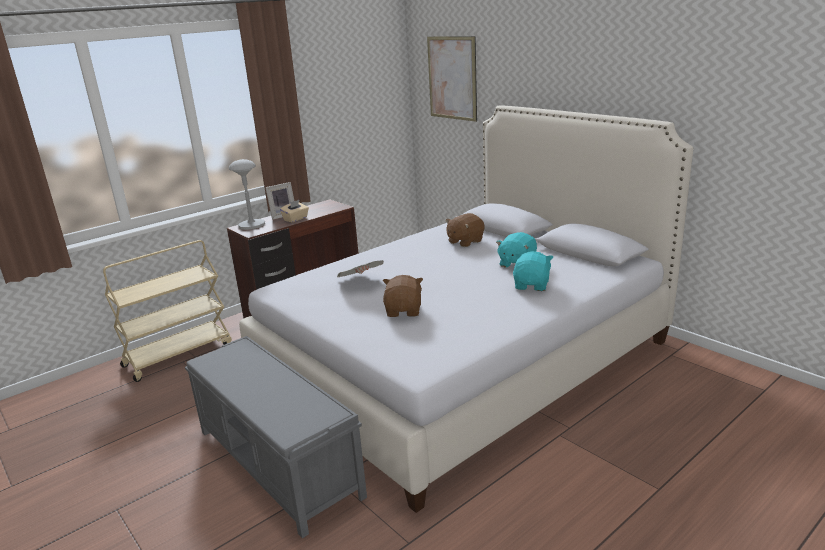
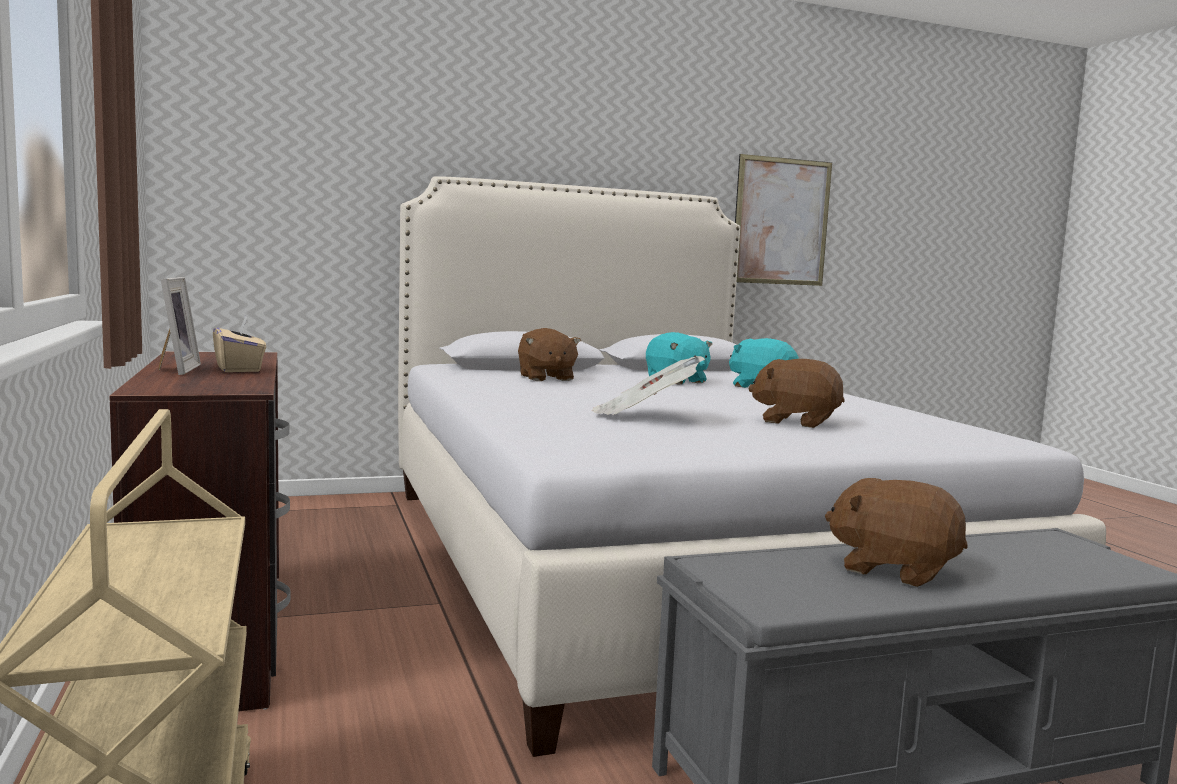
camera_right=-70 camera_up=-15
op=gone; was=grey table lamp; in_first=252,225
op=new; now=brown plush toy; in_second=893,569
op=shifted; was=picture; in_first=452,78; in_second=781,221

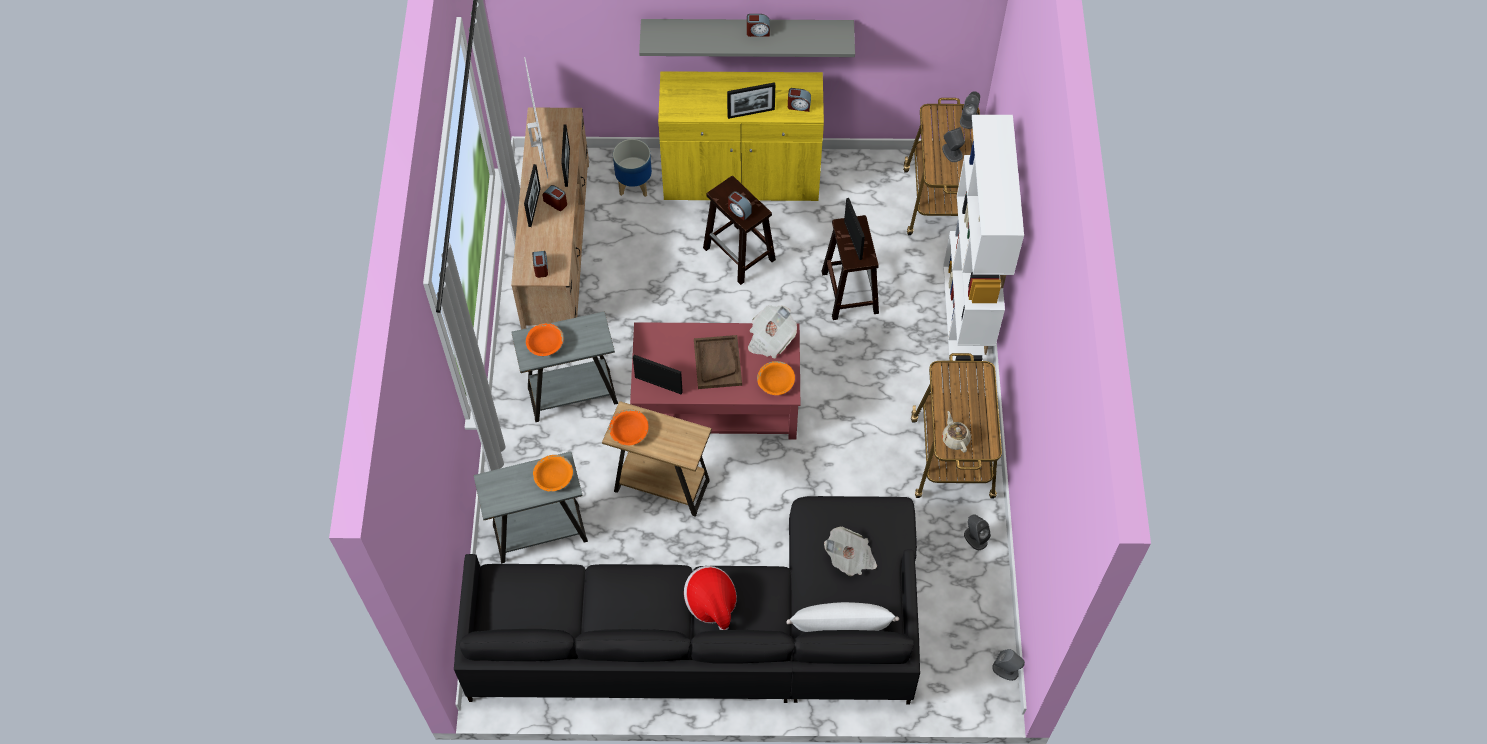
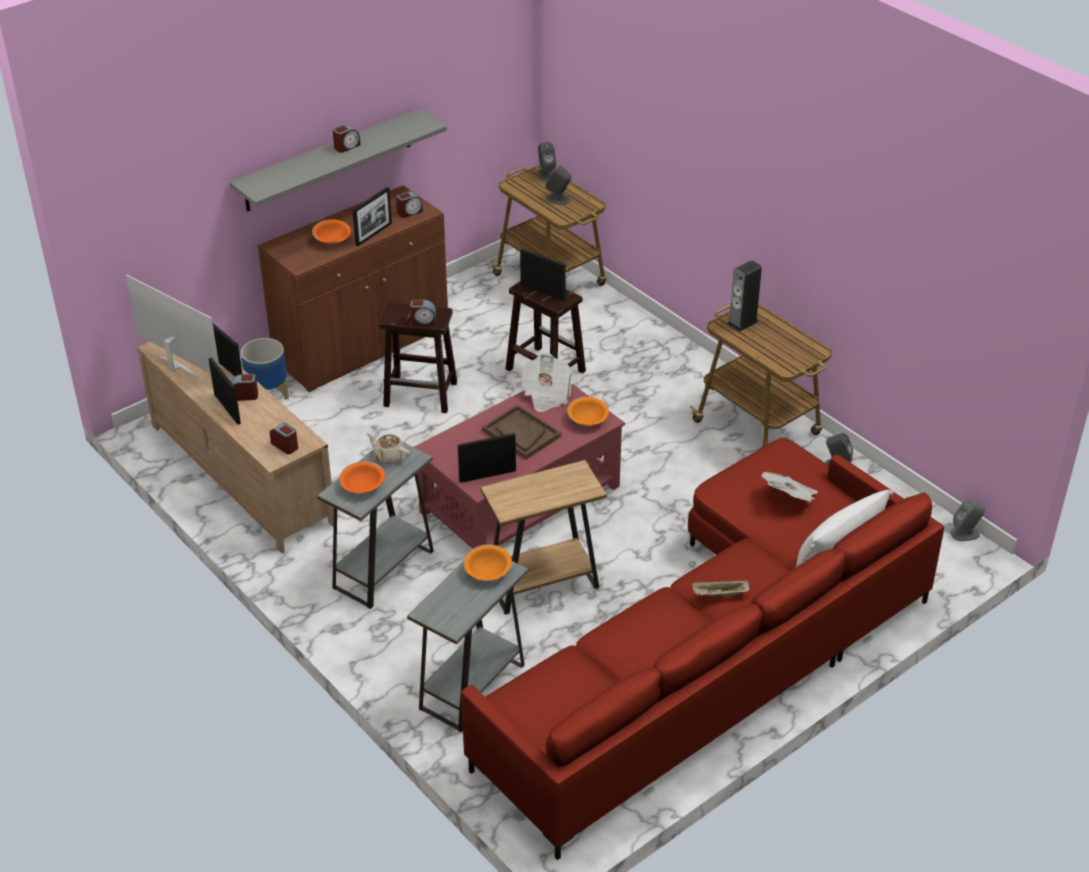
camera_right=-40 camera_up=-20
op=gone; was=white bookcase; in_first=965,320
op=new; now=speaker; in_second=742,322
op=shifted; was=orange bowl; in_first=629,432; in_second=332,240
op=shifted; was=beige teapot; in_first=955,438; in_second=389,456
op=swapped; was=hat; now=beige tray; in_first=711,603; in_second=719,595
op=repainted; was=black sofa; now=red sofa; in_first=715,632; in_second=716,657
op=repainted; was=yellow cabinet; now=brown cabinet; in_first=741,178; in_second=362,345

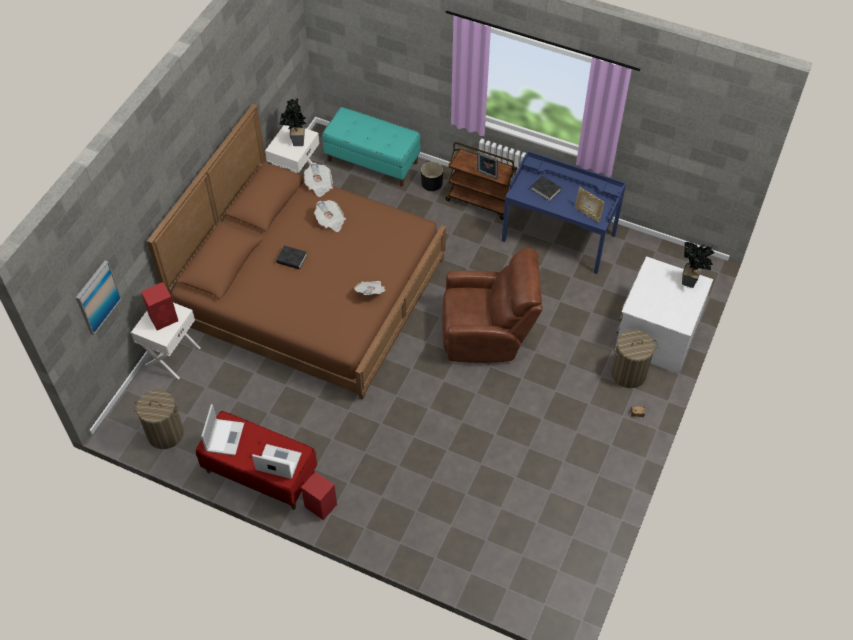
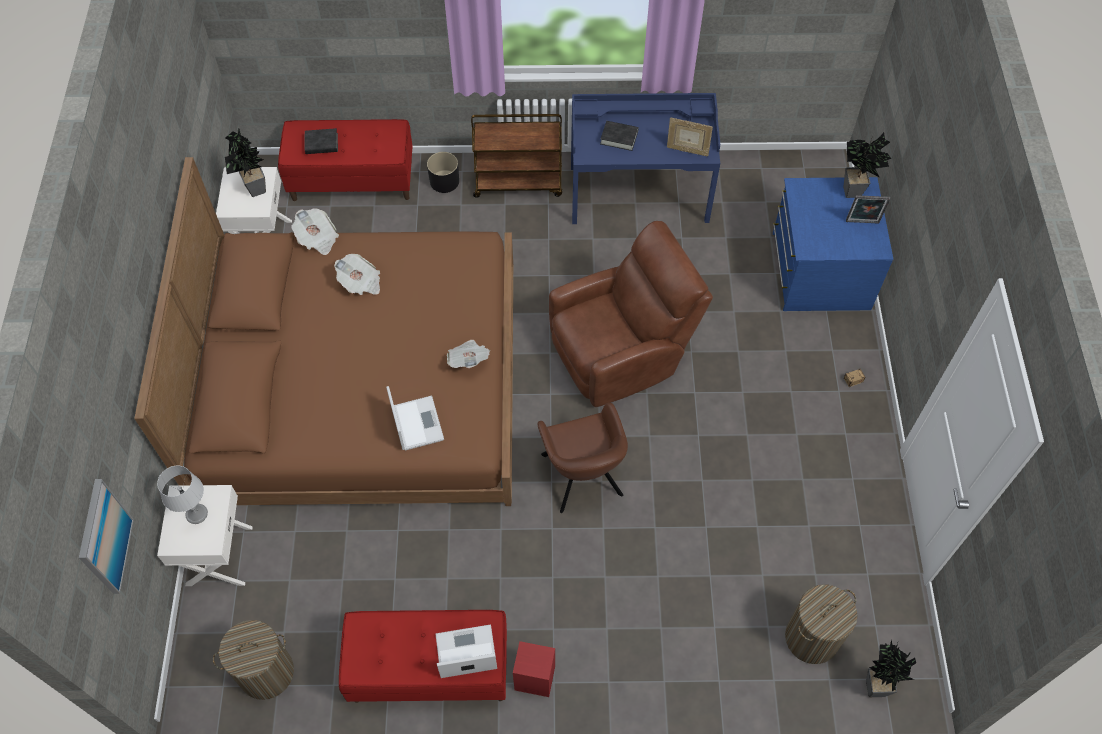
camera_right=-25 camera_up=5
op=new; now=brown armchair; in_second=583,478
op=new; now=potted plant; in_second=877,684
op=shifted; was=laptop; in_first=225,436; in_second=416,422
op=shifted; was=black book; in_first=291,259; in_second=321,144
op=shifted; was=picture frame; in_first=486,175; in_second=862,223
op=shifted; was=laundry basket; in_first=628,373; in_second=811,638
op=swapped; was=red speaker; now=grey table lamp; in_first=164,318; in_second=196,514
op=repainted; was=turquoise bench; now=red bench; in_first=373,161; in_second=352,180
op=repainted; was=white dresser; now=blue dresser; in_first=656,334; in_second=818,270

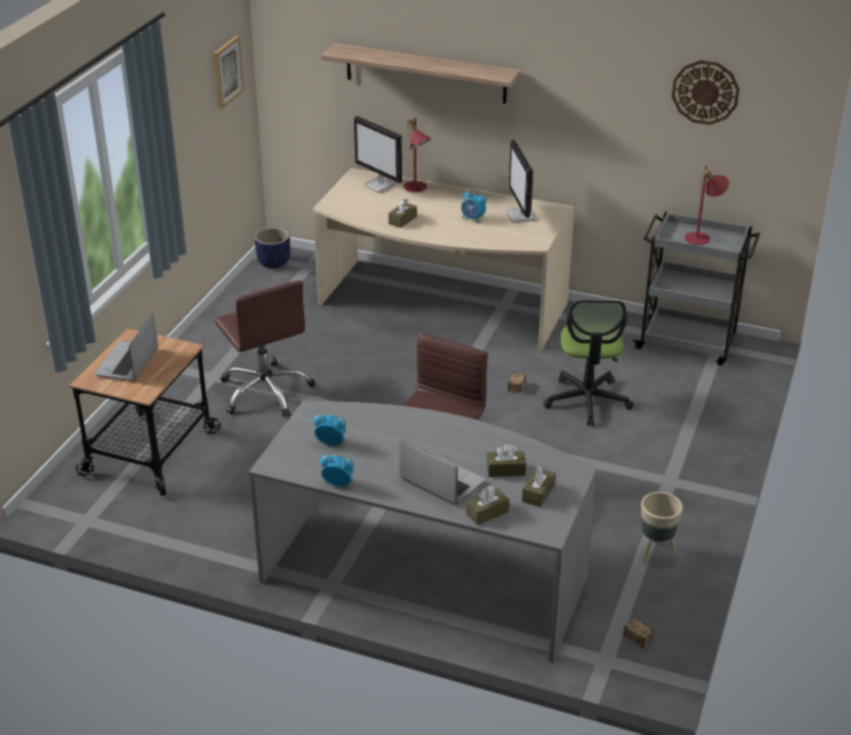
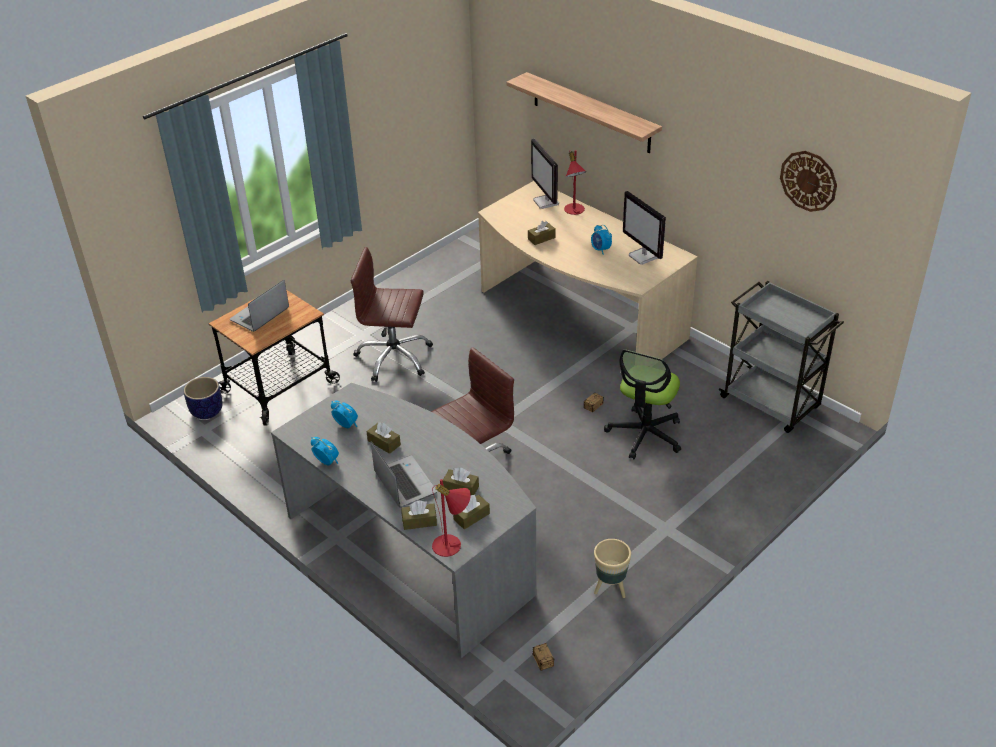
camera_right=25 camera_up=5
op=gone; was=picture; in_first=226,71
op=new; now=brown tissue box; in_second=384,443
op=shifted; was=planter; in_first=273,263; in_second=206,411
op=shifted; was=red table lamp; in_first=702,238; in_second=452,546
op=rotated; was=brown office chair; in_first=266,391; in_second=394,358; clockwise=105
op=rotated; was=monitor; in_first=521,216; in_second=643,256; clockwise=-45

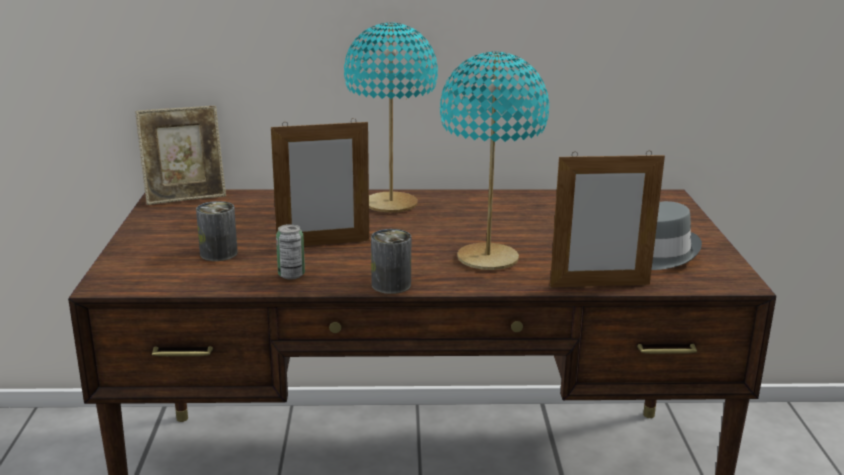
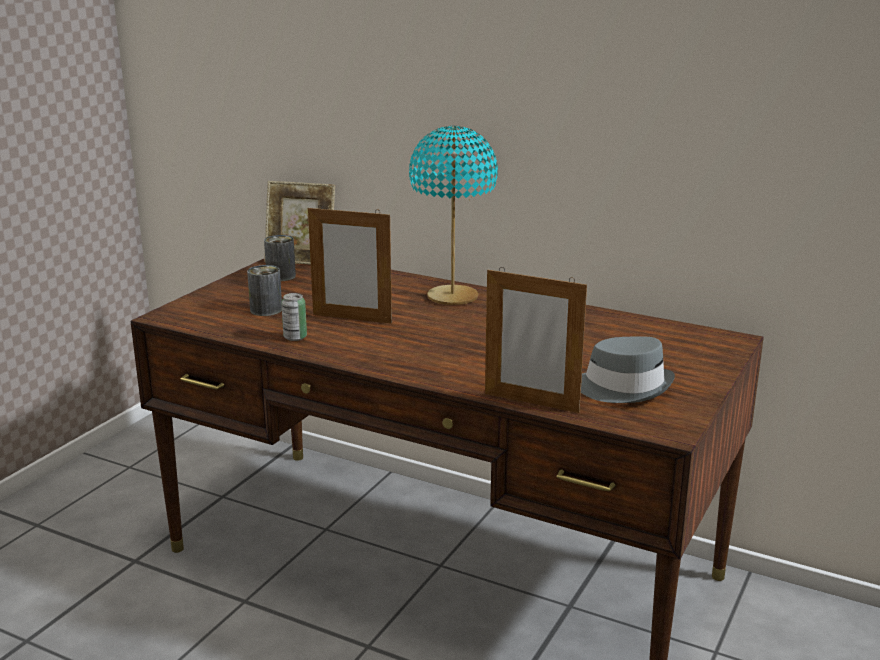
camera_right=30 camera_up=0
op=gone; was=turquoise table lamp; in_first=488,259
op=shifted; was=can; in_first=391,285; in_second=281,276

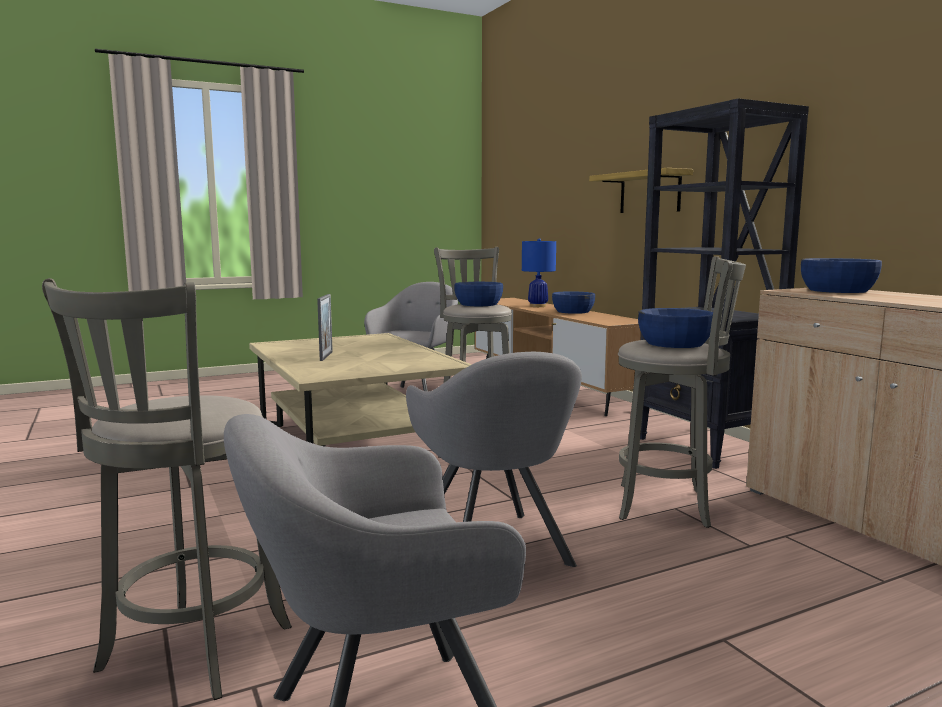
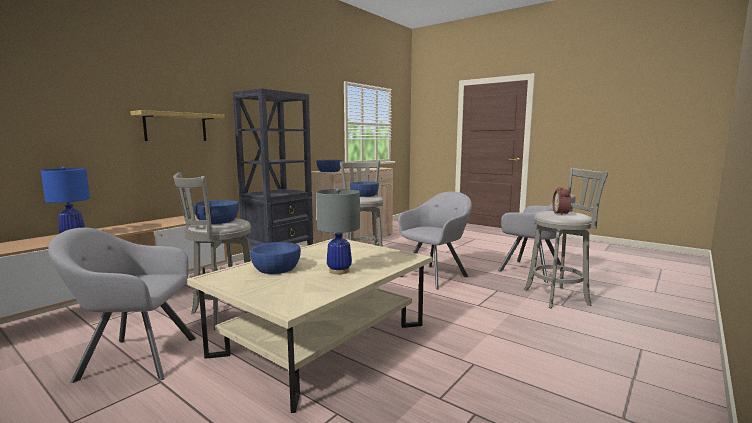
camera_right=-115 camera_up=0
op=new; now=alarm clock; in_second=562,213
op=shifted; was=blue bowl; in_first=573,311; in_second=276,268
op=swapped; was=picture frame; now=grey table lamp; in_first=326,356; in_second=339,271

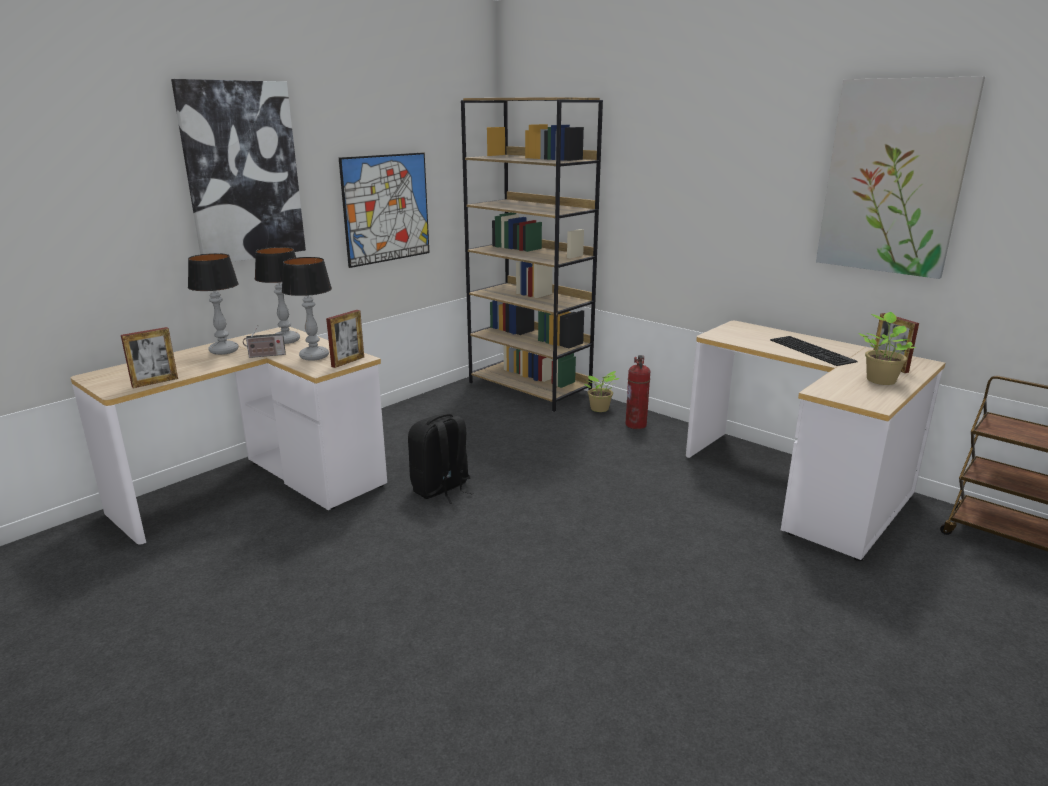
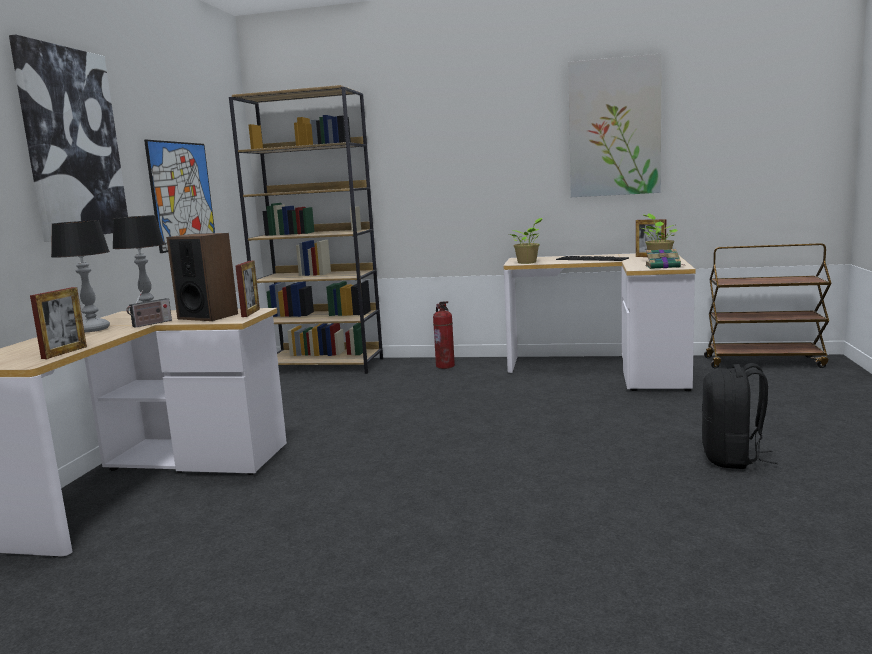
camera_right=-30 camera_up=-10
op=new; now=book; in_second=663,266
op=shifted; was=black backpack; in_first=441,489; in_second=732,458
op=shifted; was=potted plant; in_first=600,409; in_second=528,262
op=swapped; was=table lamp; now=speaker; in_first=315,356; in_second=208,316

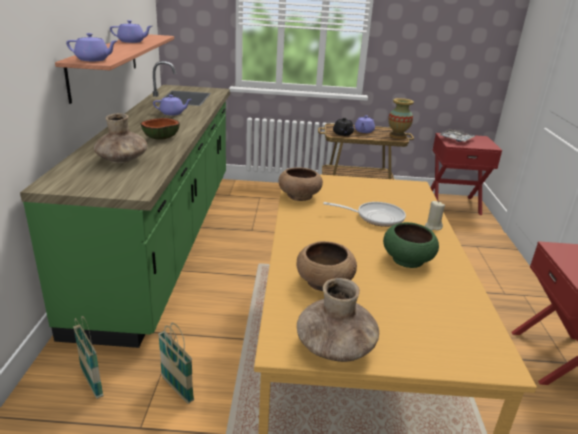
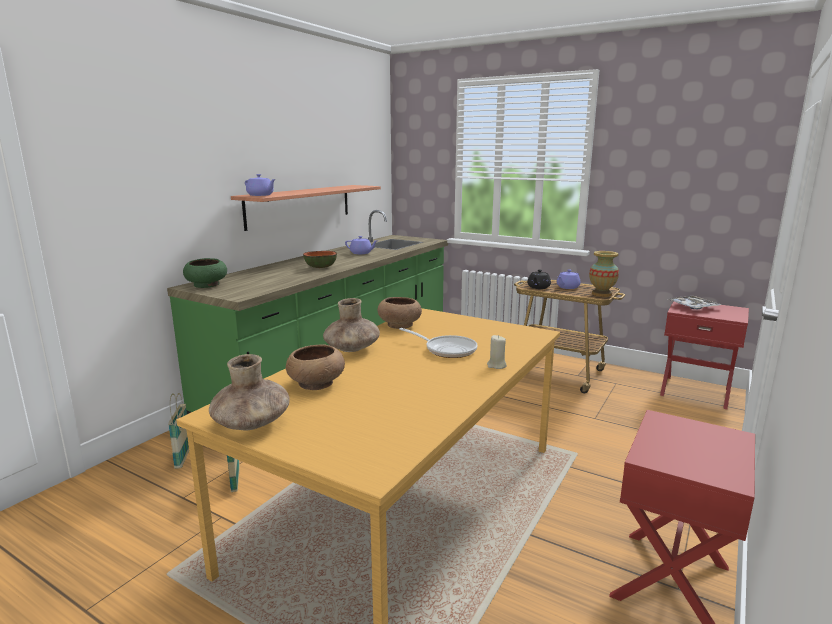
camera_right=30 camera_up=-10
op=gone; was=purple teapot; in_first=132,41
op=shifted; was=brown vase; in_first=122,160; in_second=351,349
op=shifted; was=green bowl; in_first=408,259; in_second=207,285

